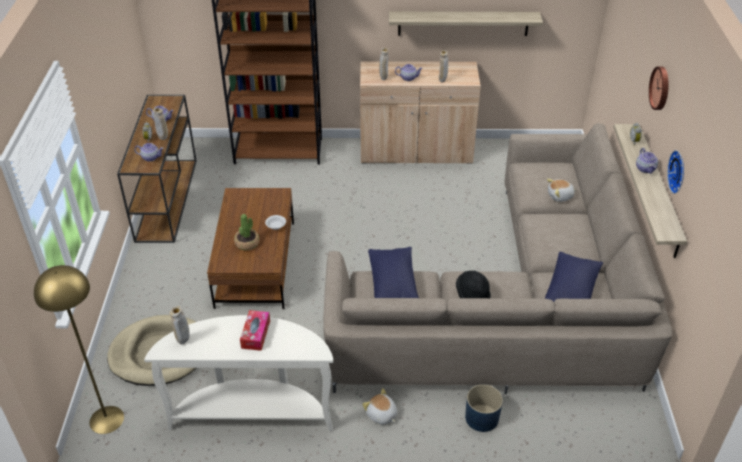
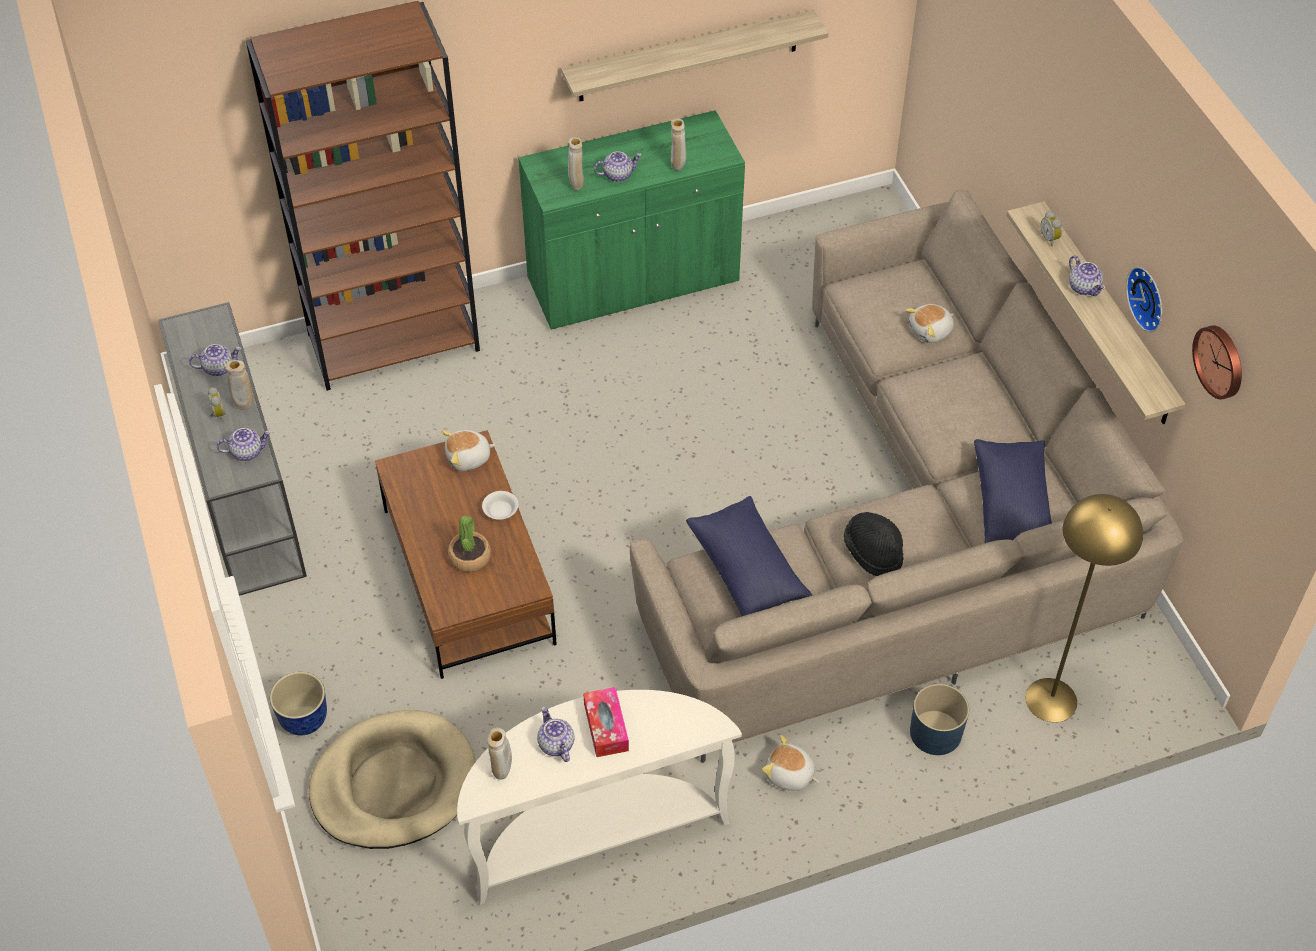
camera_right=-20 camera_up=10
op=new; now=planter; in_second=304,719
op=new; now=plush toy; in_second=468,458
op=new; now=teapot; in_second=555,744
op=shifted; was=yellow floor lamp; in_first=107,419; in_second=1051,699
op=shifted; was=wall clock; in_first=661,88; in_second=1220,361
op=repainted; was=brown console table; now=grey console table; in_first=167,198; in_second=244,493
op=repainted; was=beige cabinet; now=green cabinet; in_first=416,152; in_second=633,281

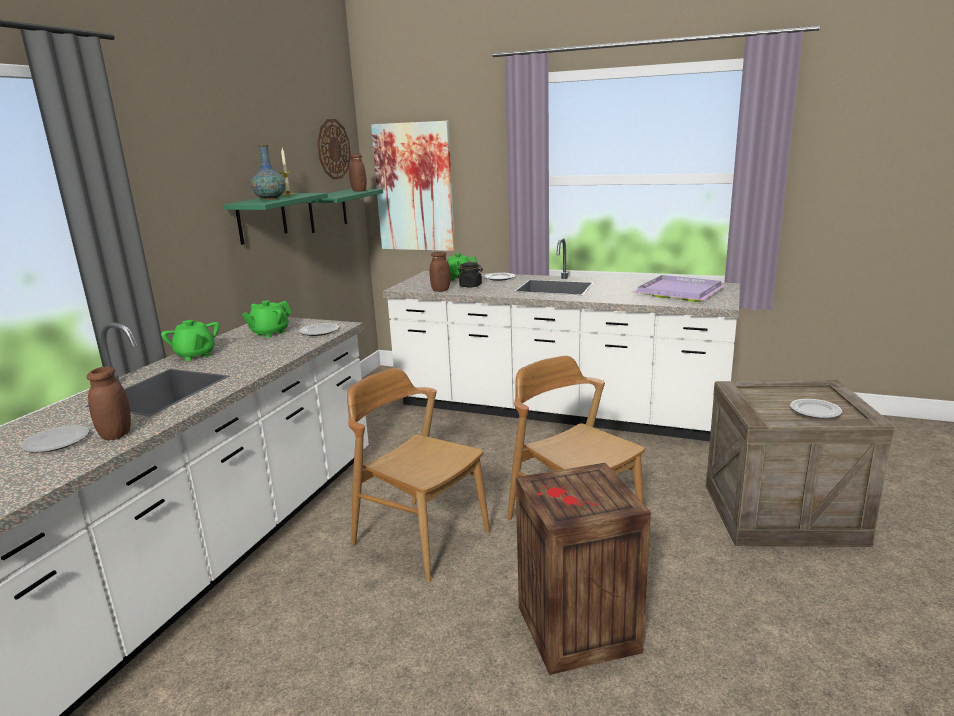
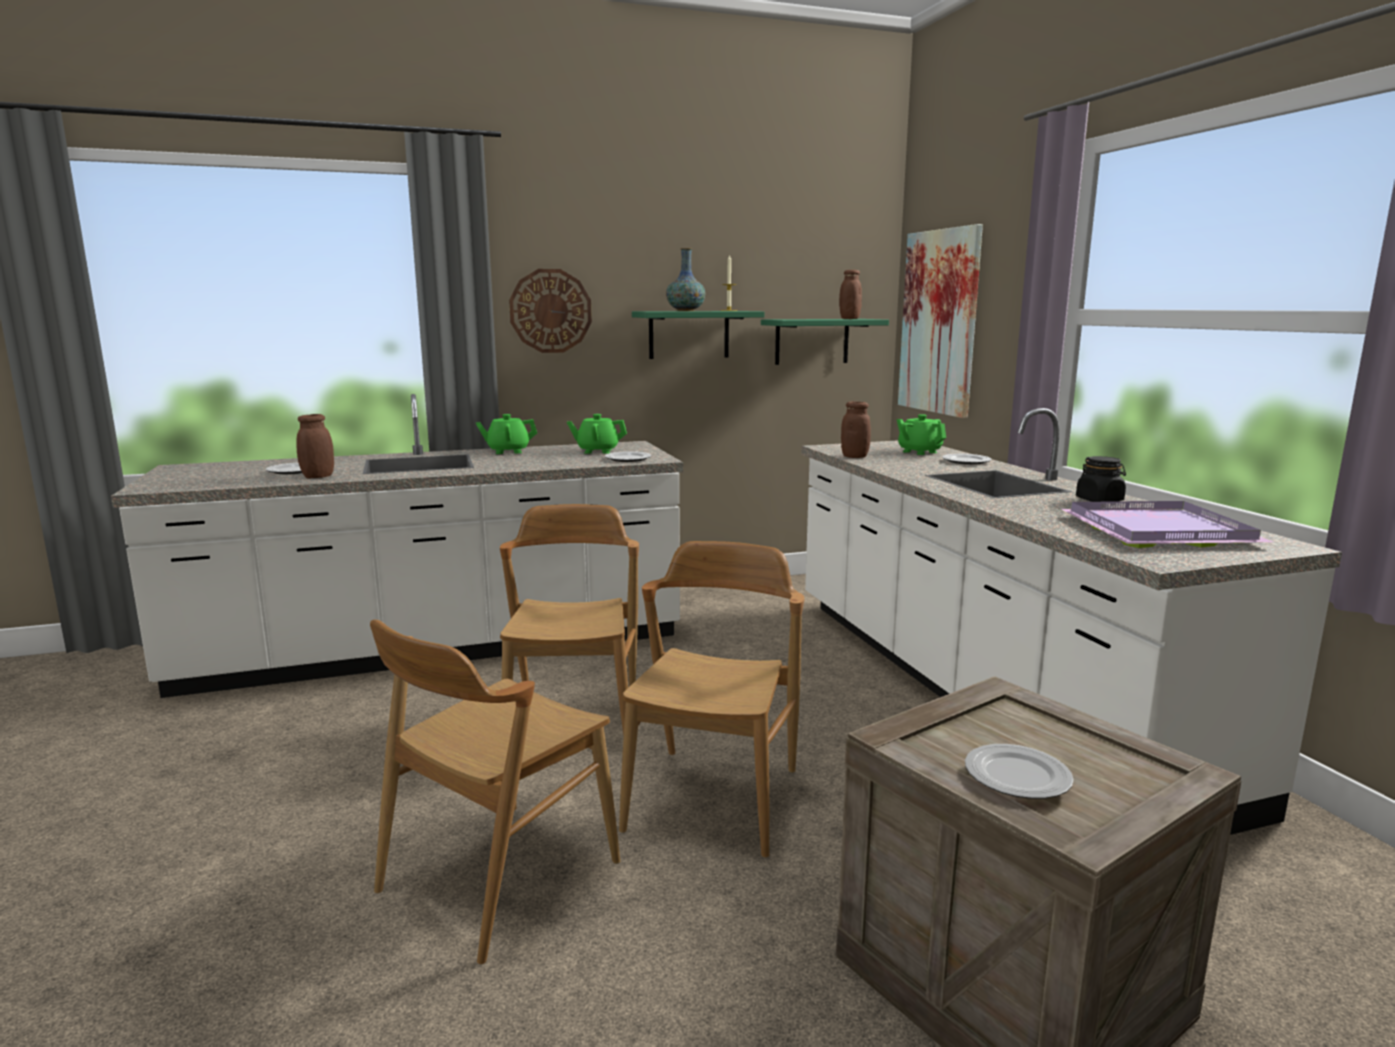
camera_right=50 camera_up=-5
op=shifted; was=wall clock; in_first=333,149; in_second=550,311
op=shifted; was=black jar; in_first=471,286; in_second=1099,500
op=swapped; was=crate; now=brown chair; in_first=576,630; in_second=498,876
op=rotated; was=green teapot; in_first=195,355; in_second=508,451; clockwise=60

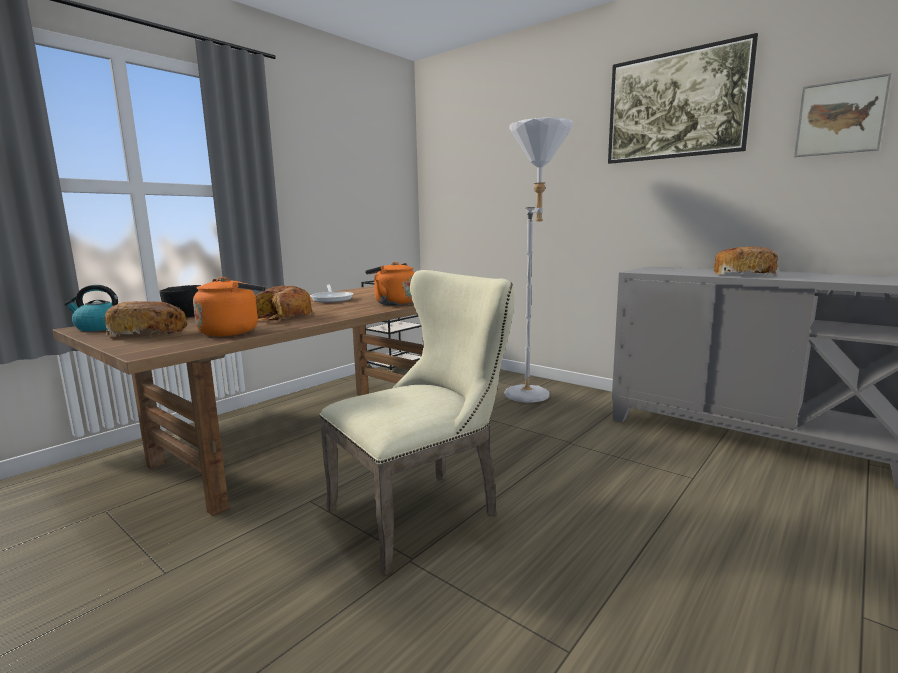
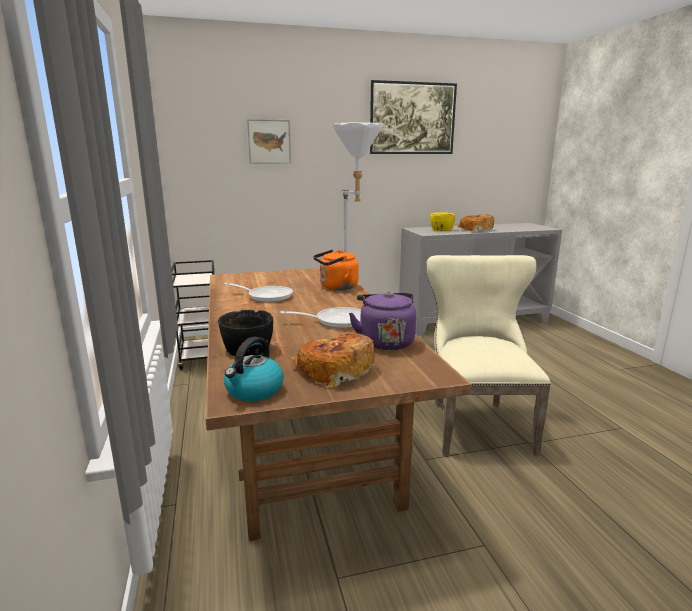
camera_right=-55 camera_up=5
op=new; now=yellow bowl; in_second=441,230
op=shifted; was=picture; in_first=840,117; in_second=269,141
op=swapped; was=bread; now=frying pan; in_first=281,317; in_second=336,321
op=repainted; was=orange kettle; now=purple kettle; in_first=233,332; in_second=385,342

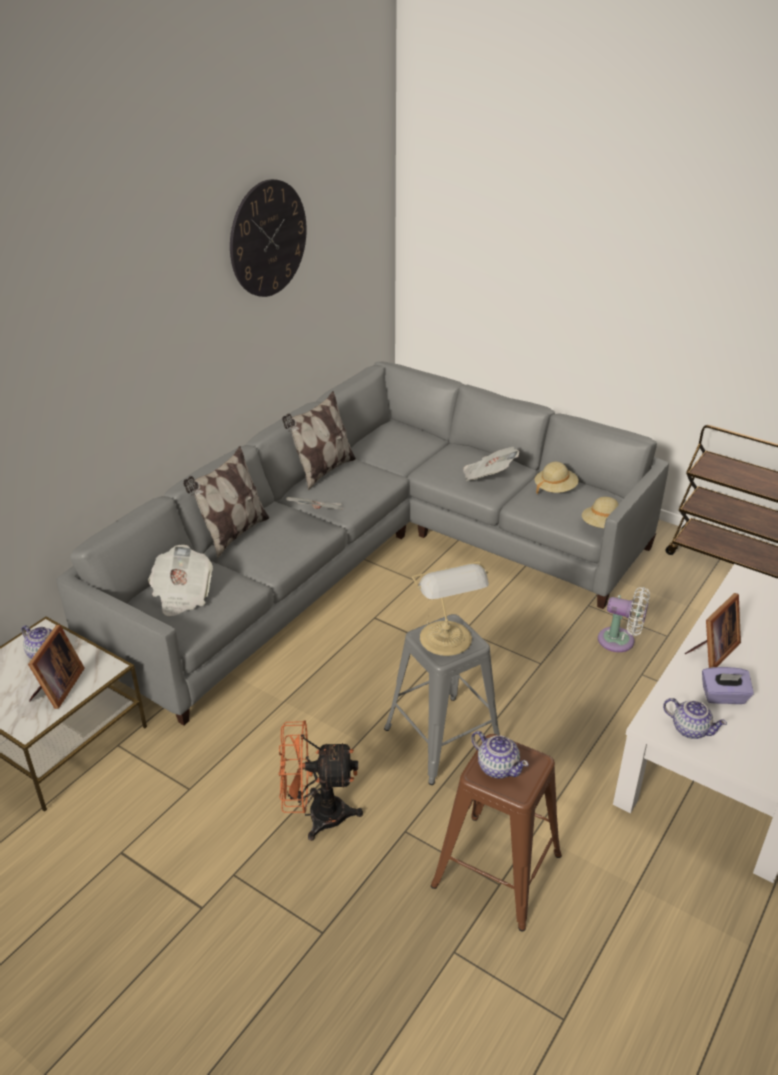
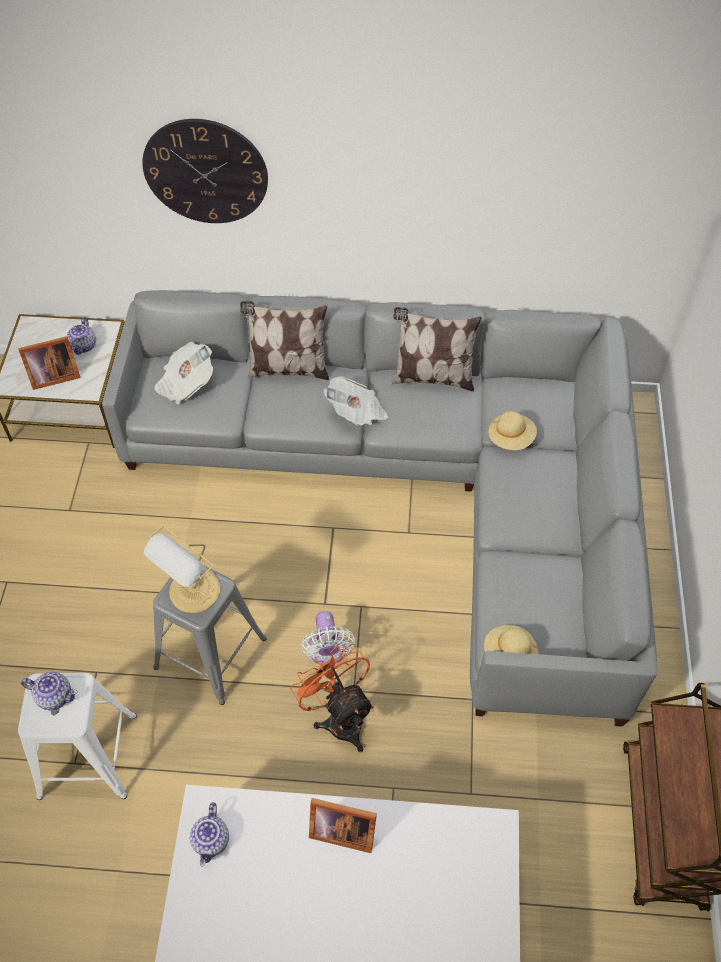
camera_right=60 camera_up=20
op=gone; was=newspaper; in_first=488,476
op=gone; was=purple tissue box; in_first=723,696
op=shifted; was=wall clock; in_first=268,238; in_second=205,172
op=shifted; was=orange fan; in_first=316,815; in_second=340,717
op=shifted; was=beige hat; in_first=555,489; in_second=511,438
op=shifted; was=white fan; in_first=620,641; in_second=327,652
op=repainted; was=brown stool; now=white stool; in_first=495,870; in_second=86,754
op=rotated; was=teapot; in_first=497,767; in_second=54,696; clockwise=-90

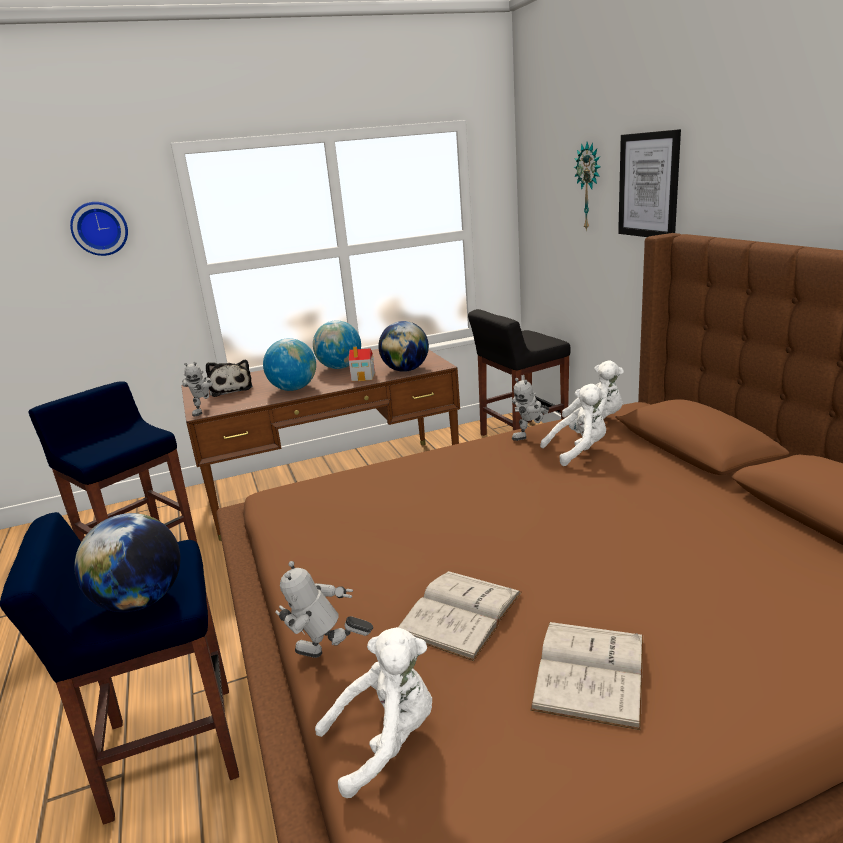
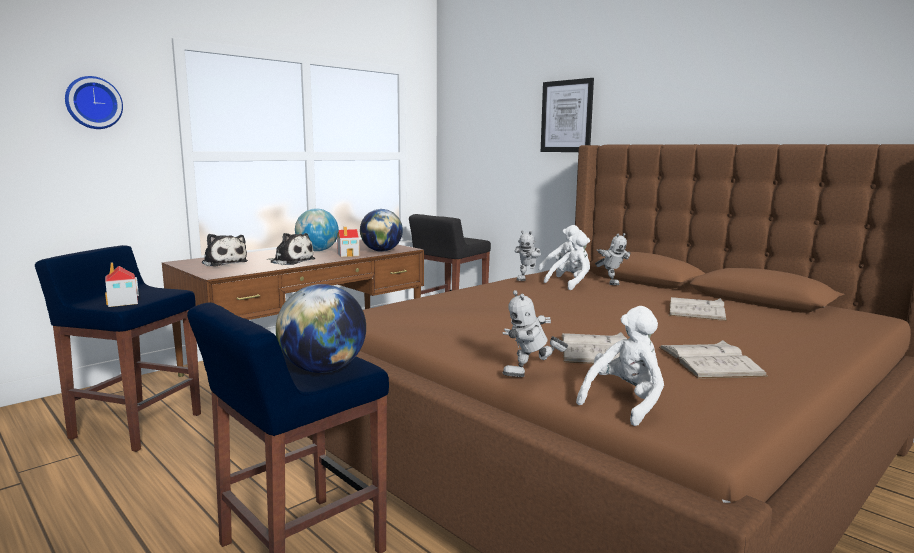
camera_right=-25 camera_up=-10
op=gone; was=wall clock; in_first=589,186
op=new; now=toy house; in_second=123,302
op=new; now=white book; in_second=696,309
op=shifted; was=toy robot; in_first=204,411; in_second=610,283
op=swapped; was=globe; now=plush toy; in_first=293,389; in_second=291,261

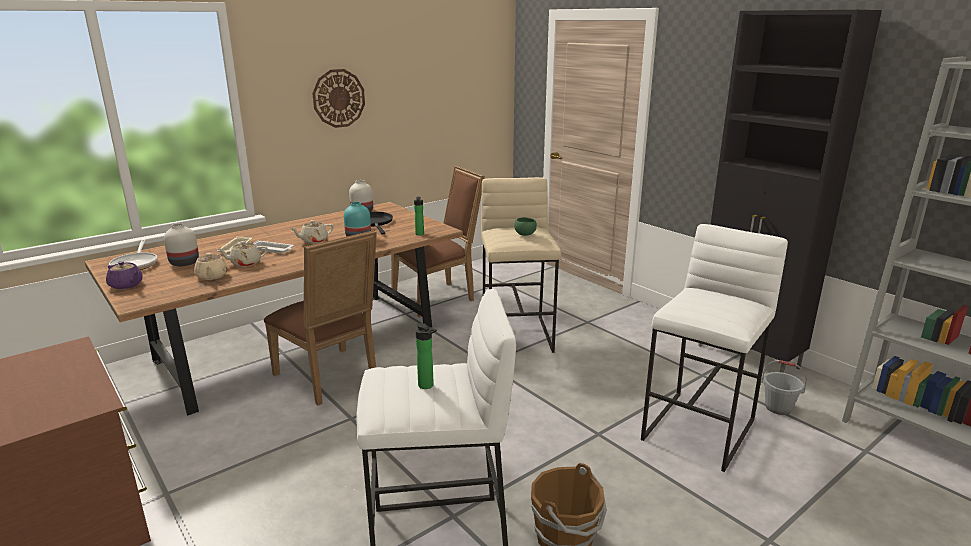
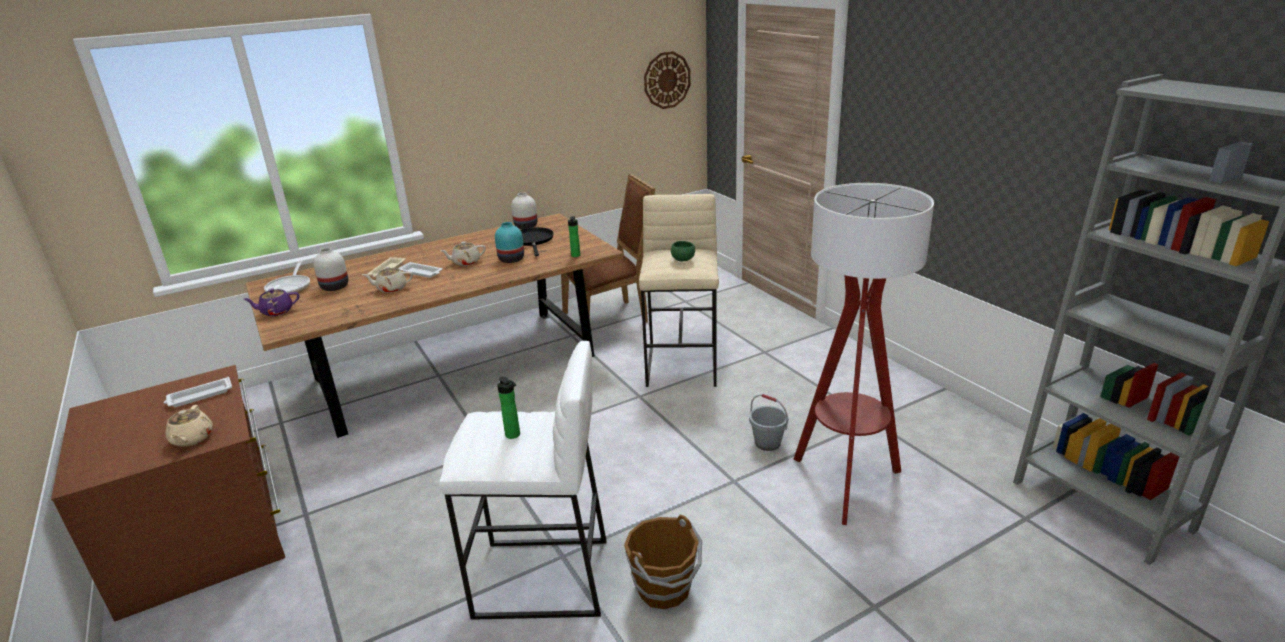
camera_right=10 camera_up=5
op=gone; was=brown chair; in_first=331,379
op=gone; was=black cabinet; in_first=748,357
op=new; now=white tray; in_second=199,396
op=shifted; was=beige teapot; in_first=212,276; in_second=192,439
op=shifted; was=wall clock; in_first=338,98; in_second=667,80
op=shifted; was=grey bucket; in_first=778,408; in_second=768,443
op=swapped; was=white stool; now=floor lamp; in_first=700,430; in_second=845,483
op=rotated; was=purple teapot; in_first=126,285; in_second=276,311; clockwise=120

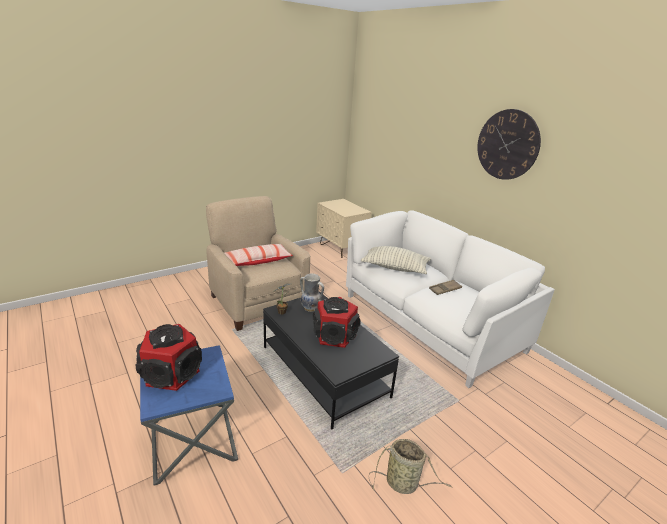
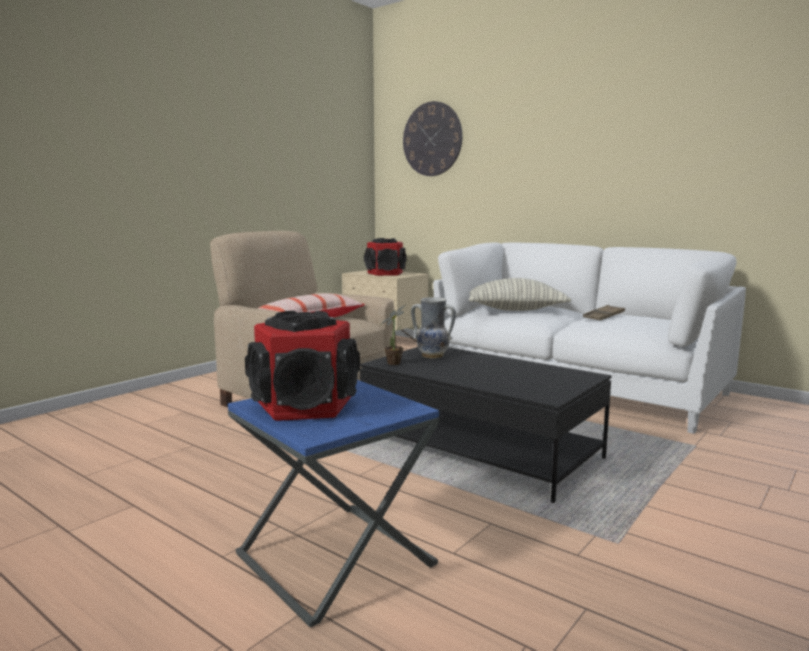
camera_right=-15 camera_up=-15
op=gone; was=basket; in_first=403,484
op=shifted; was=speaker; in_first=335,336; in_second=386,273
op=shifted; was=wall clock; in_first=507,145; in_second=432,139

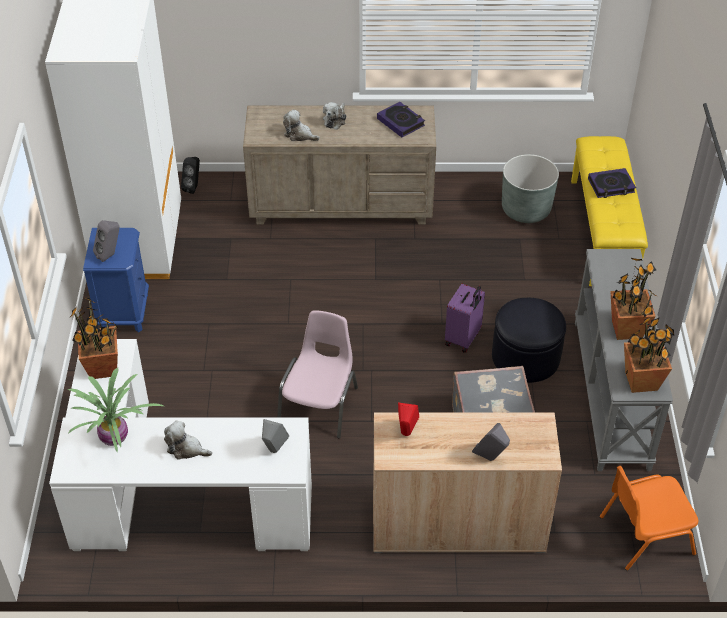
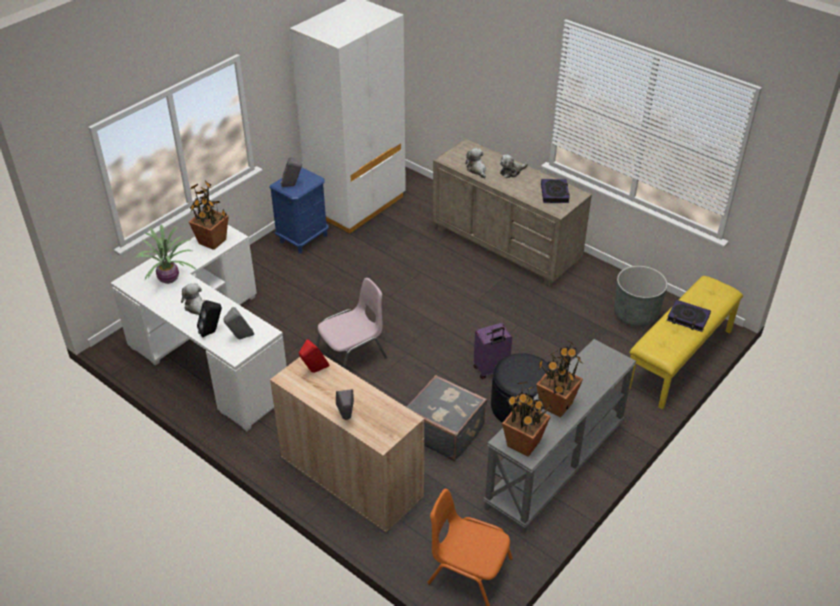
camera_right=40 camera_up=-5
op=shifted; was=black speaker; in_first=193,187; in_second=212,332

